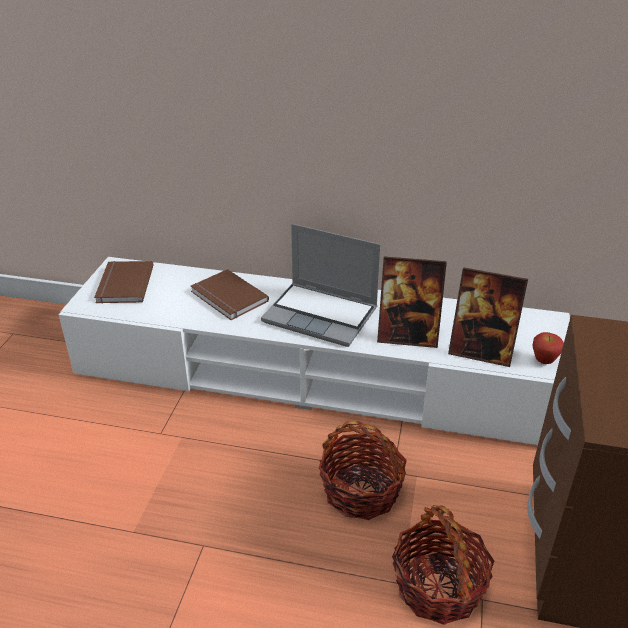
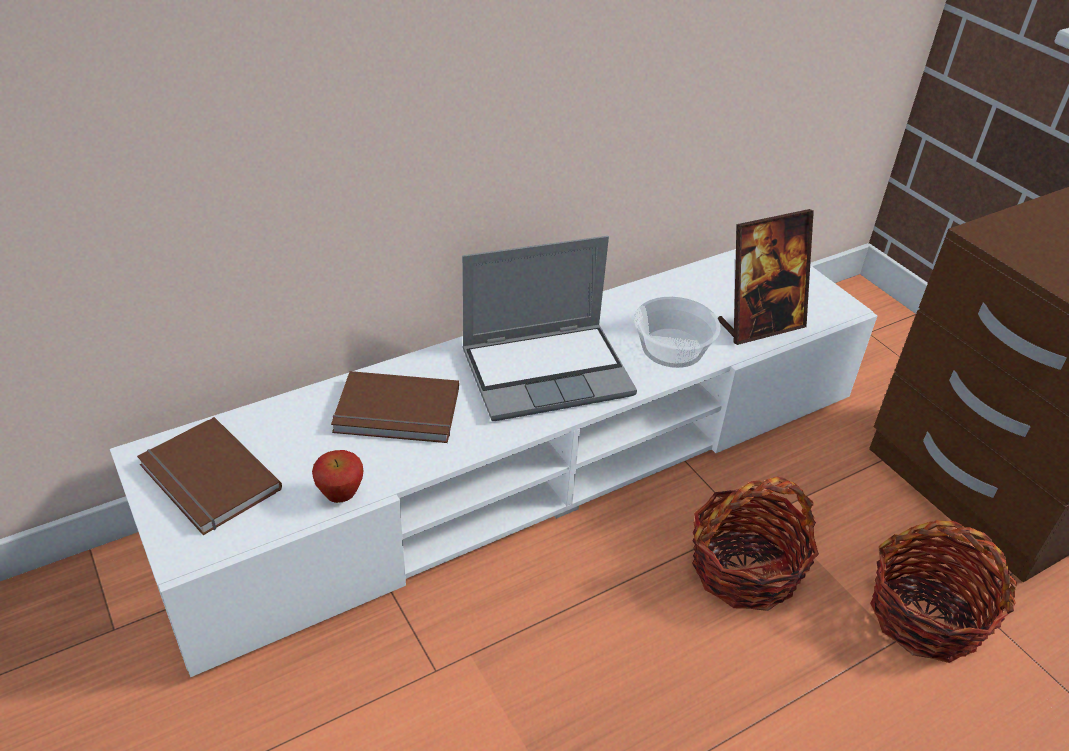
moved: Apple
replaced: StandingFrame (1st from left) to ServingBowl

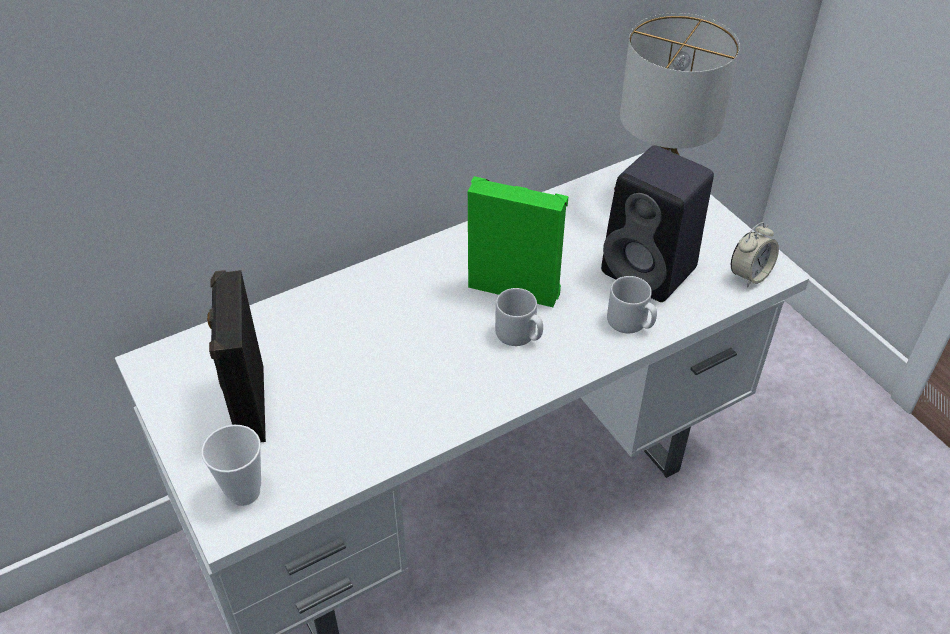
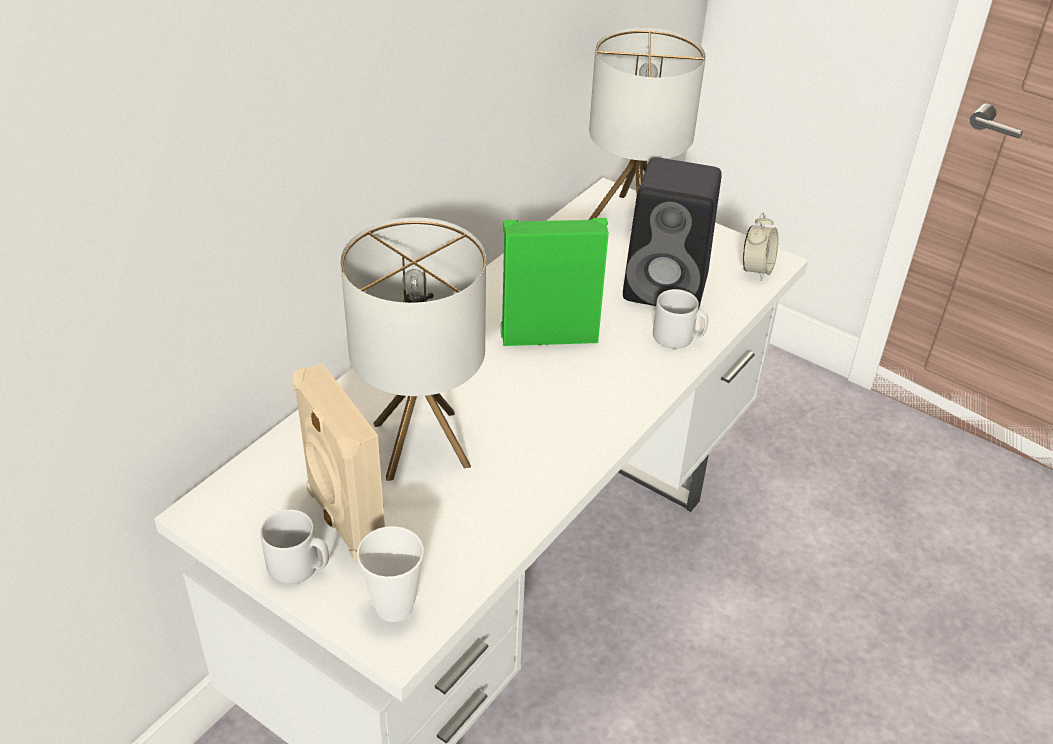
added: TabletopLamp (1st from left)
moved: GreyishCoffeeMug (1st from left)
recoloured: BlackAudioSpeaker (1st from left) to SandColouredAudioSpeaker

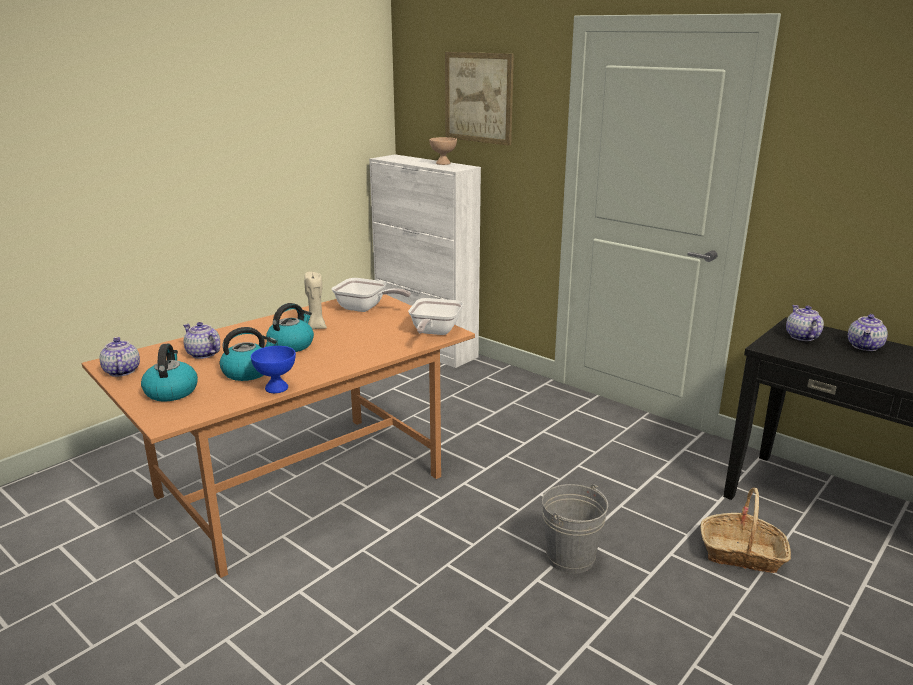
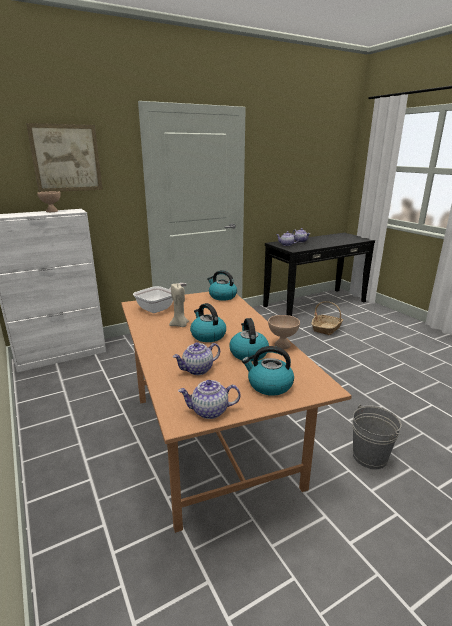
moved: GreyishWaterBucket
replaced: Skillet (2nd from left) to WaterKettle (2nd from left)
recoloured: BlueColouredServingBowl to SandColouredServingBowl (2nd from left)

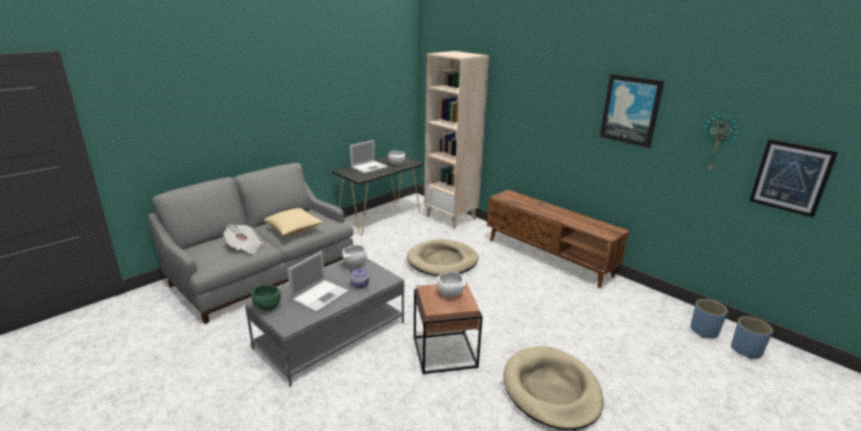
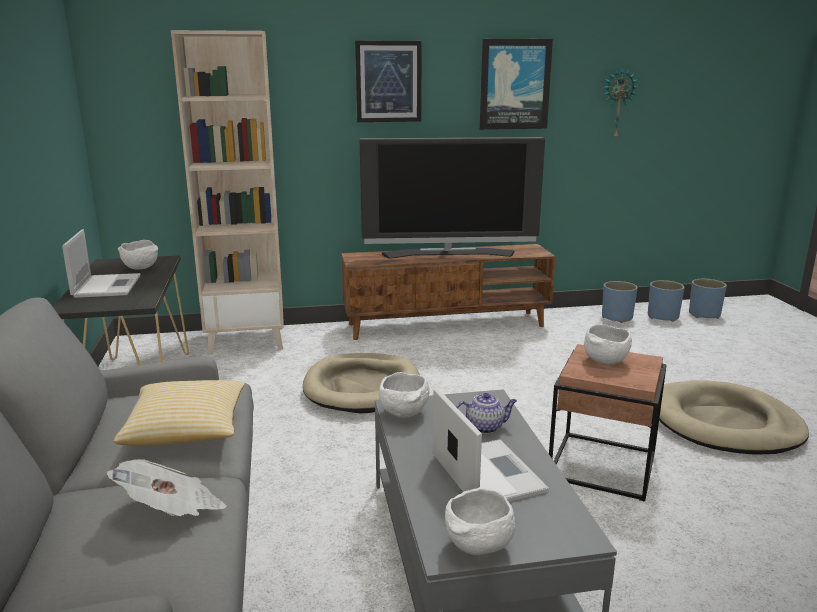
added: TvSet; BlueColouredFlowerPot (1st from left)
moved: WallArt (2nd from left in the first image) to WallArt (1st from left)
recoloured: GreenishServingBowl to WhiteServingBowl (3rd from left)

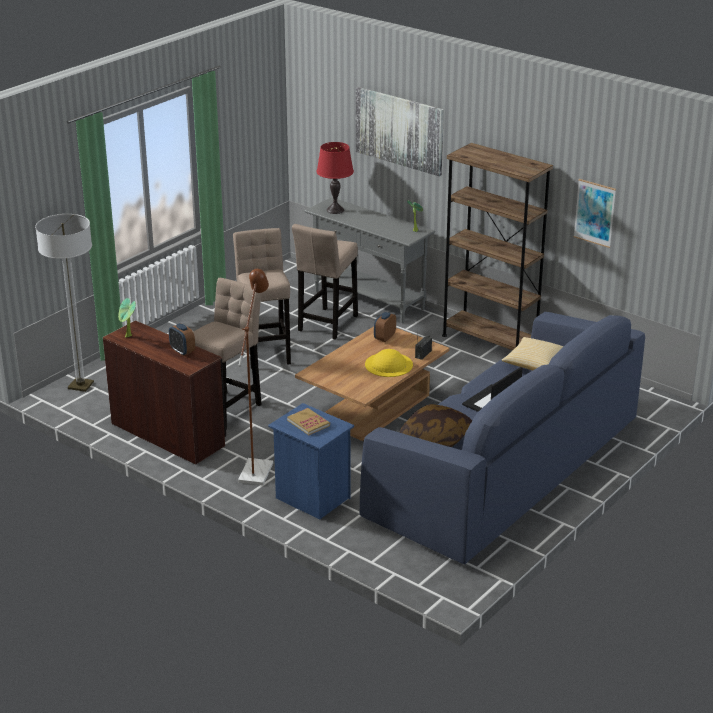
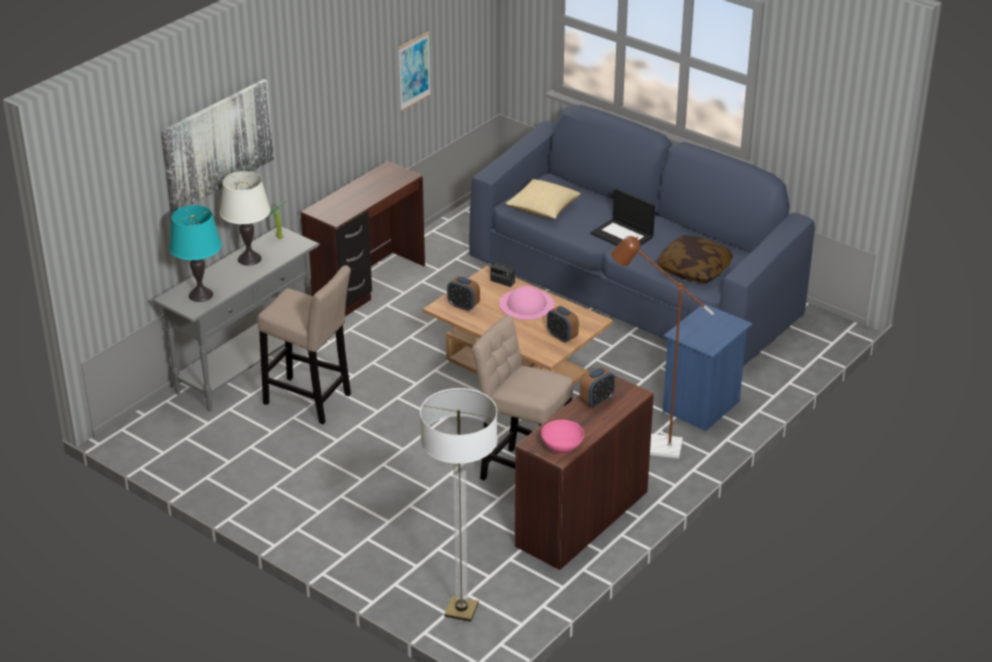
removed: SandColouredStool (2nd from left); BoundBook
added: WhiteTabletopLamp; AlarmClock (2nd from left)
replaced: BrownBookshelf to BrownDeskTable (1st from left); PottedPlant (1st from left) to PinkServingBowl
recoloured: RedTabletopLamp to TurquoiseColouredTabletopLamp; YellowishHat to PinkHat

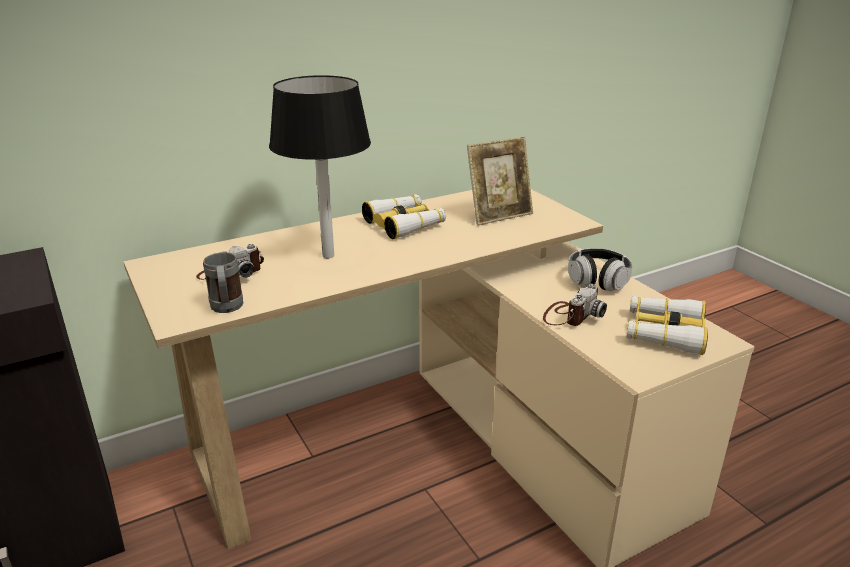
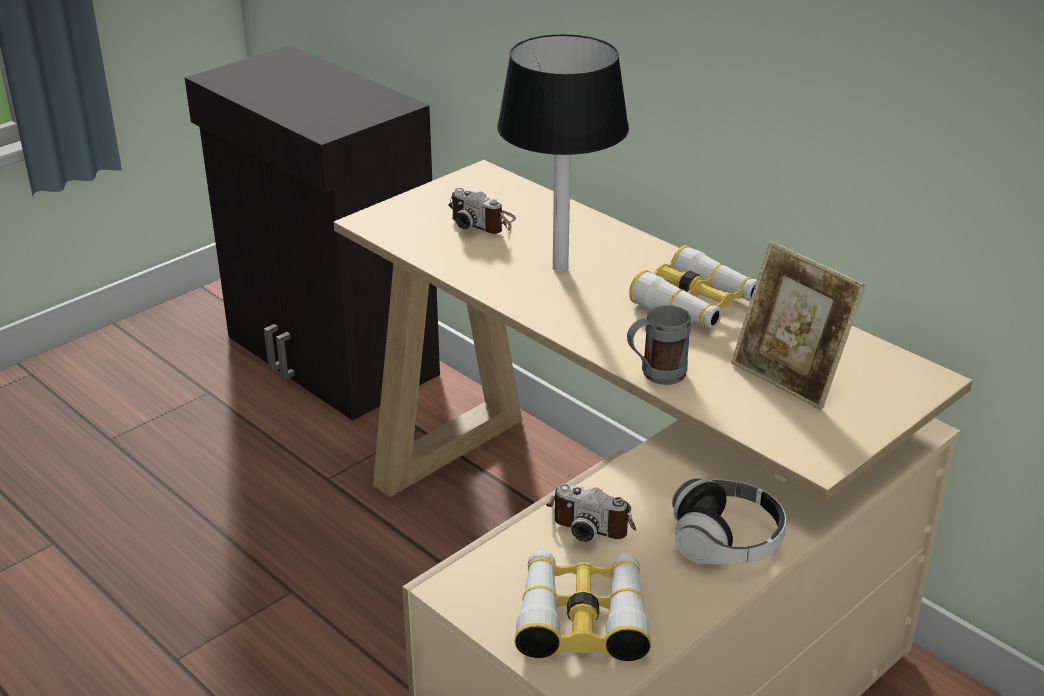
moved: GreyishCoffeeMug

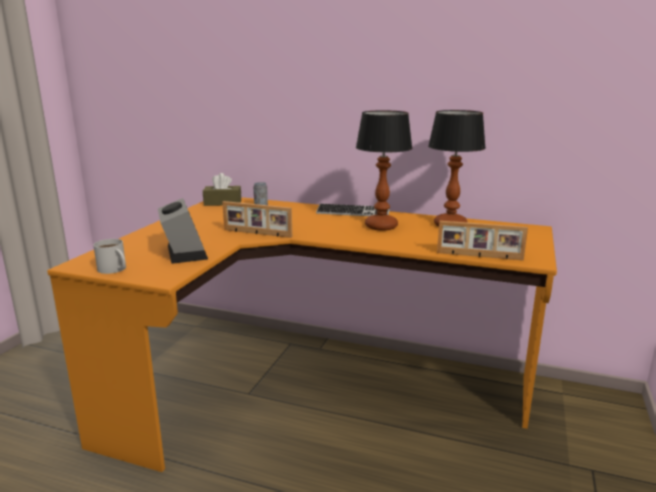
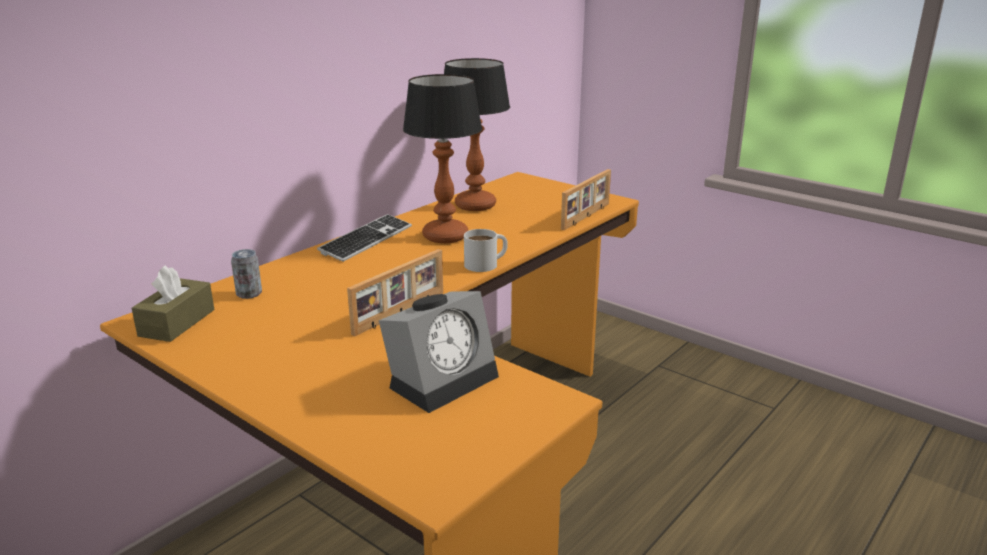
moved: WhiteCoffeeMug
turned: AlarmClock 135 degrees clockwise

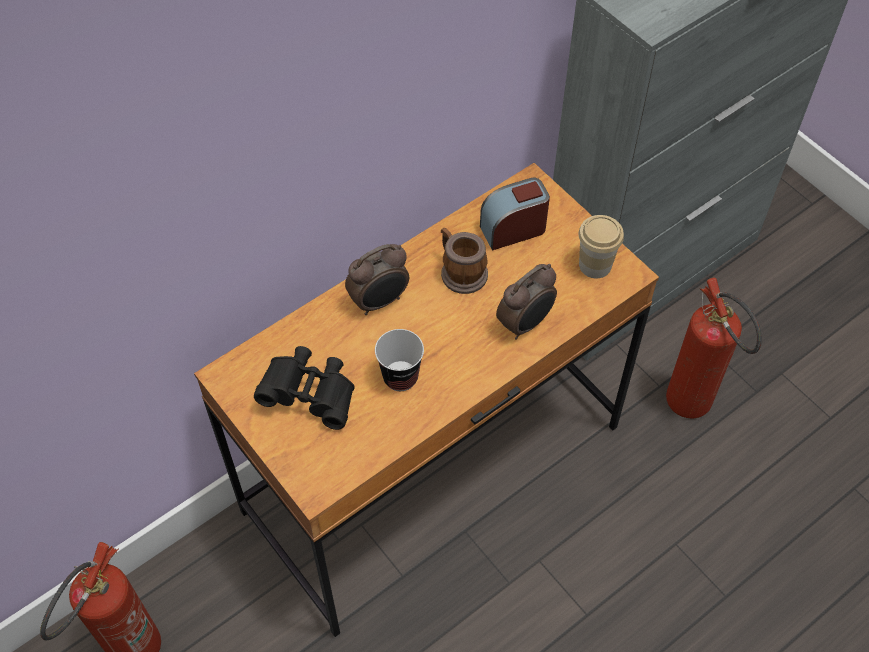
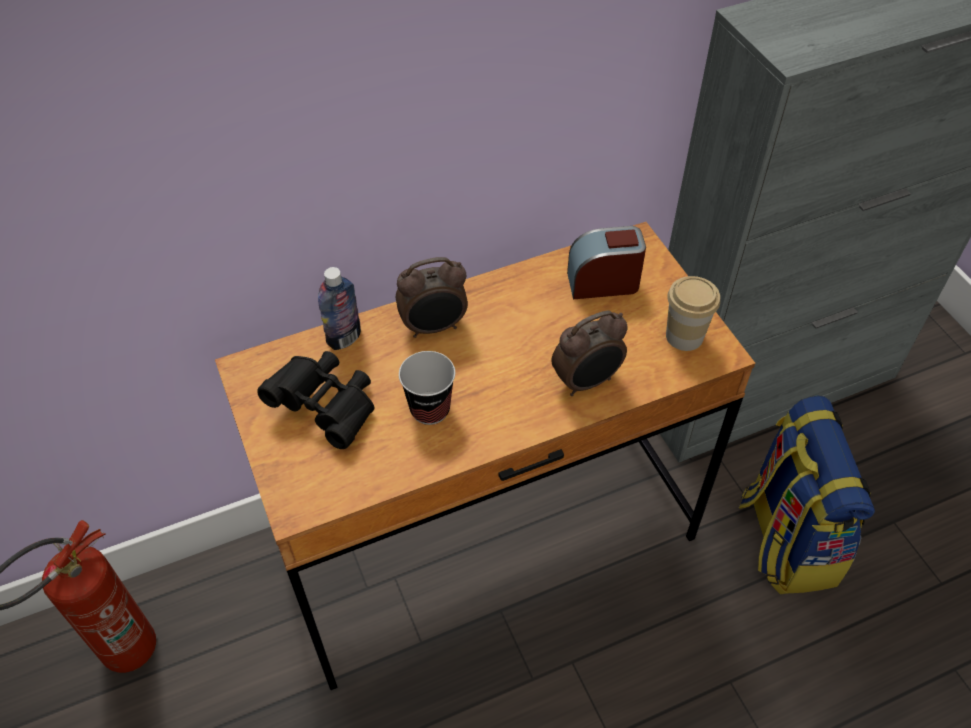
removed: CoffeeMug
added: BeverageBottle
replaced: FireFightingCylinder (2nd from left) to Knapsack

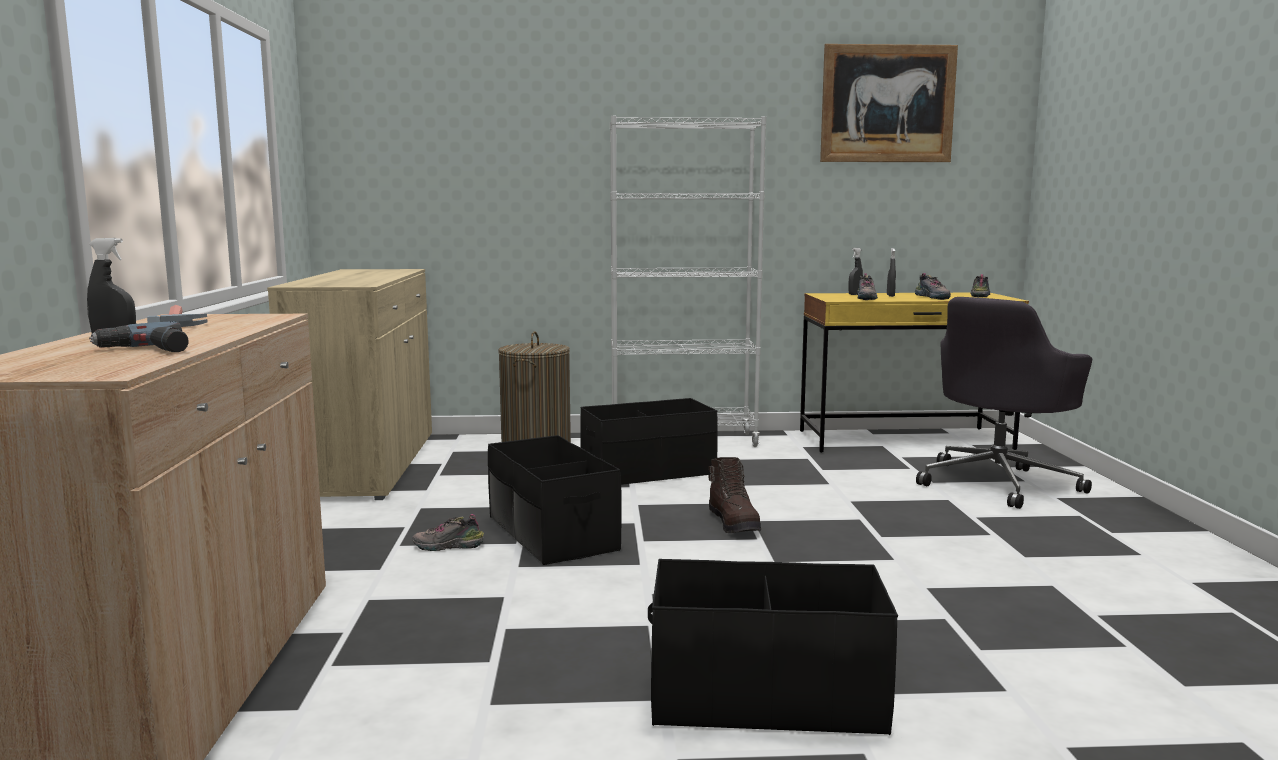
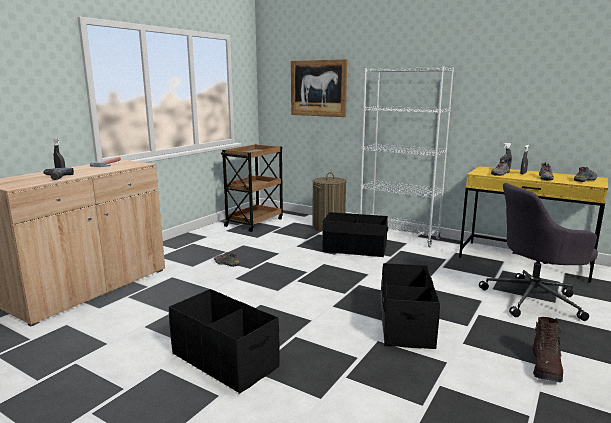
moved: WallArt; BlackStorageContainer (1st from left in the first image) to BlackStorageContainer (3rd from left); BrownTallBoot
replaced: SandColouredCupboard (2nd from left) to BrownTrolley

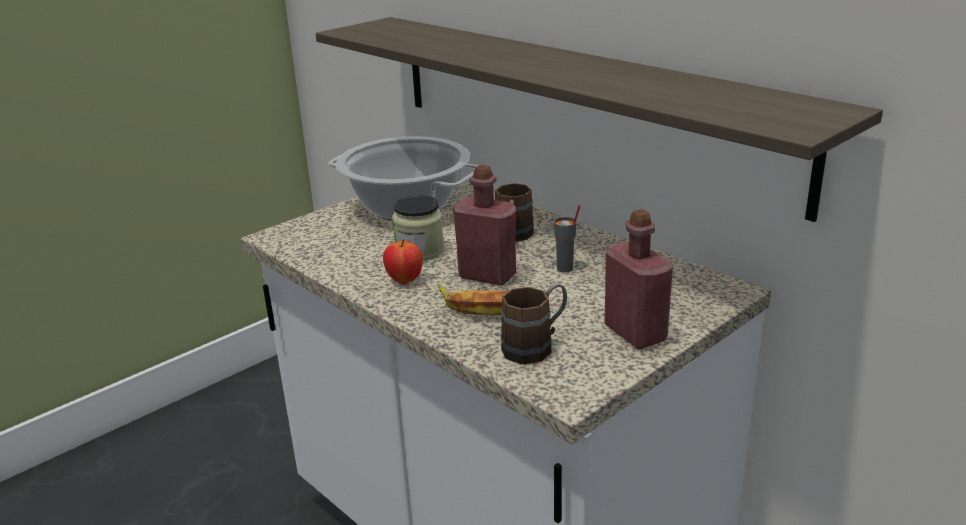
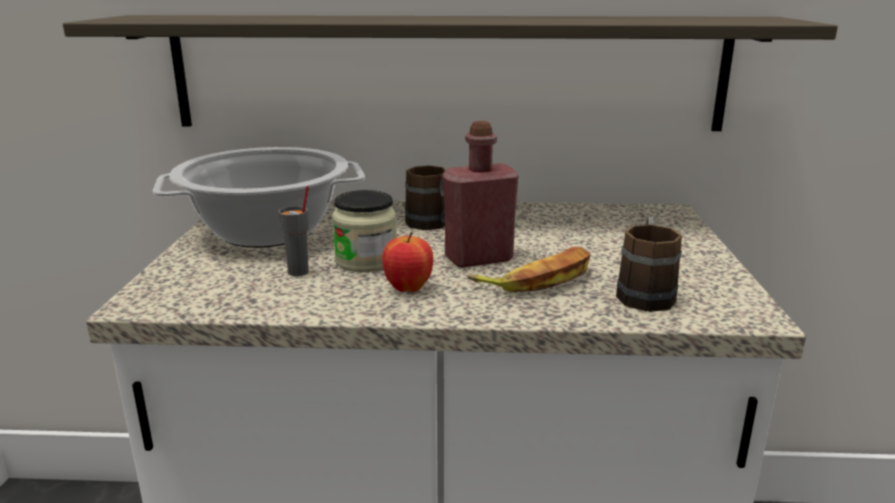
removed: RedBeverageBottle (2nd from left)
moved: GreyishDrinkingCup

